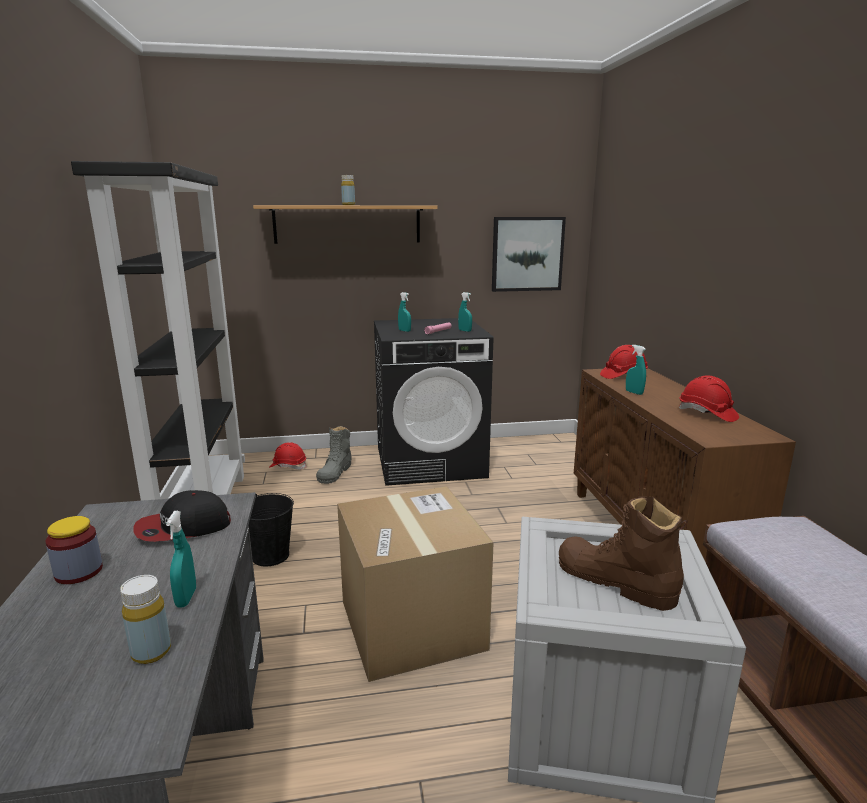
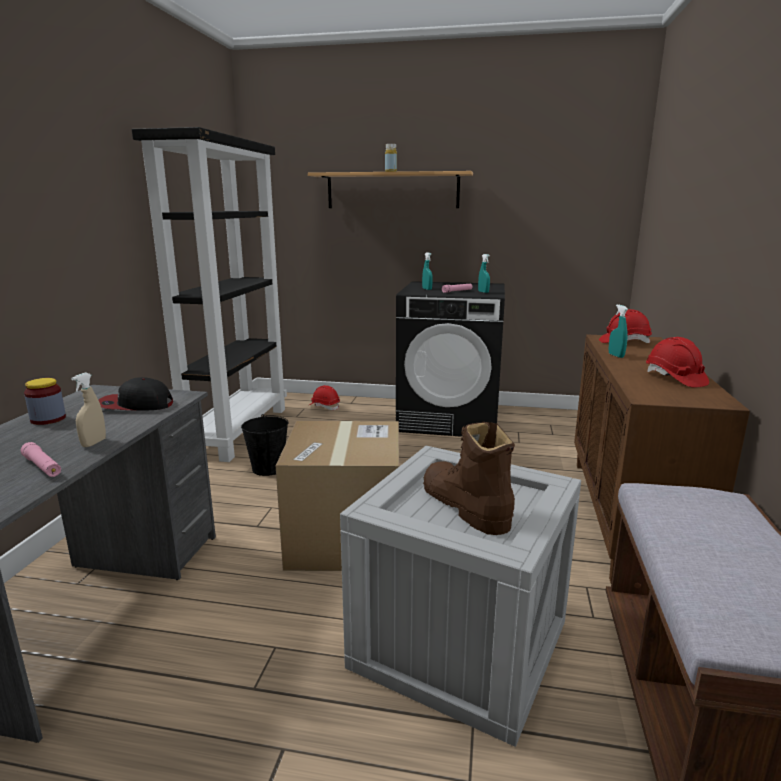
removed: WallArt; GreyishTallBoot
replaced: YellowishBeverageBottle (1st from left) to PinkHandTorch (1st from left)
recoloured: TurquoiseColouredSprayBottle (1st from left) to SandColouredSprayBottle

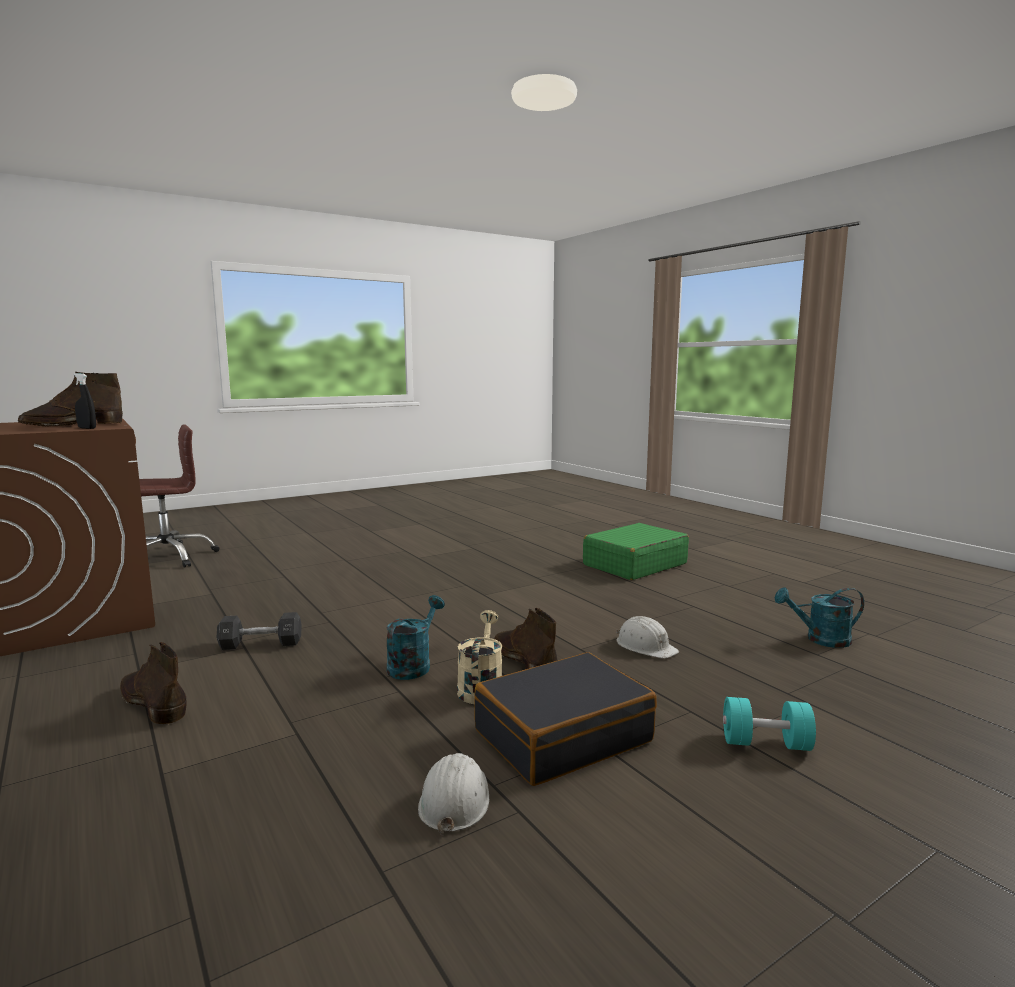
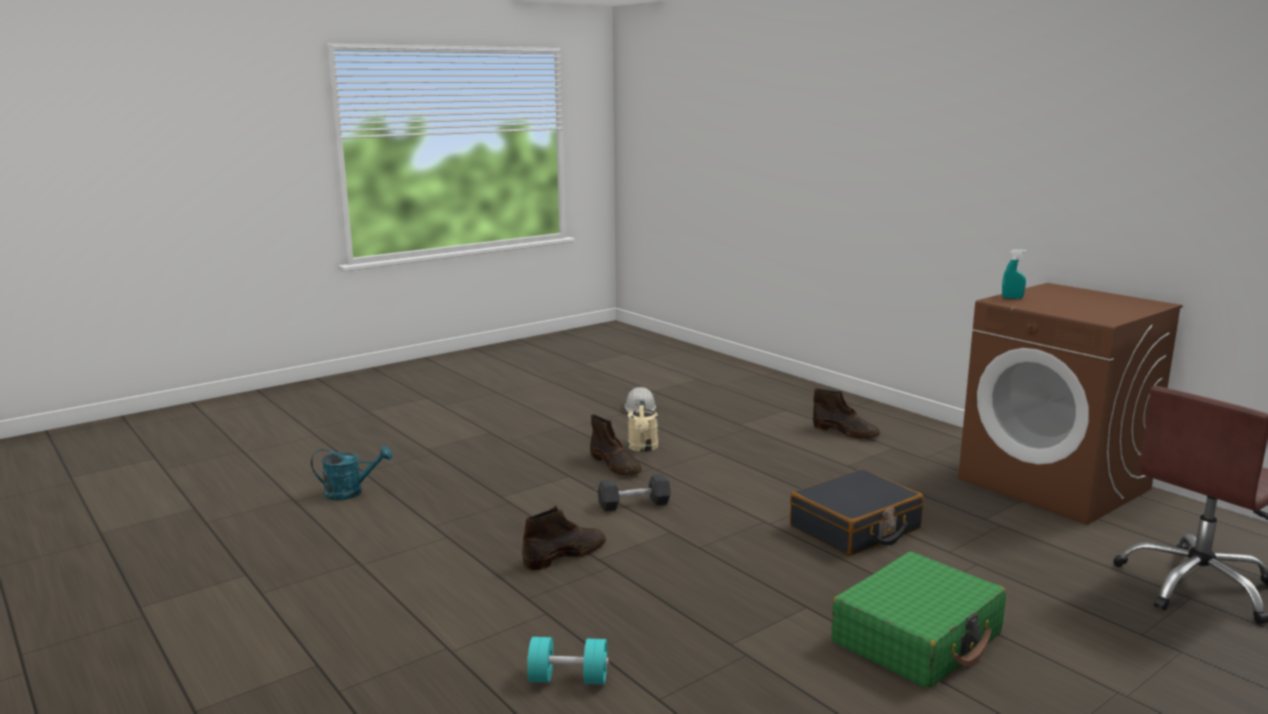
removed: TurquoiseColouredWateringCan (1st from left); WhiteSafetyHelmet (2nd from left)
moved: BrownTallBoot (1st from left); GreenishPieceOfLuggage; BlackFreeWeight; BlackPieceOfLuggage; TurquoiseColouredFreeWeight
recoloured: BlackSprayBottle to TurquoiseColouredSprayBottle

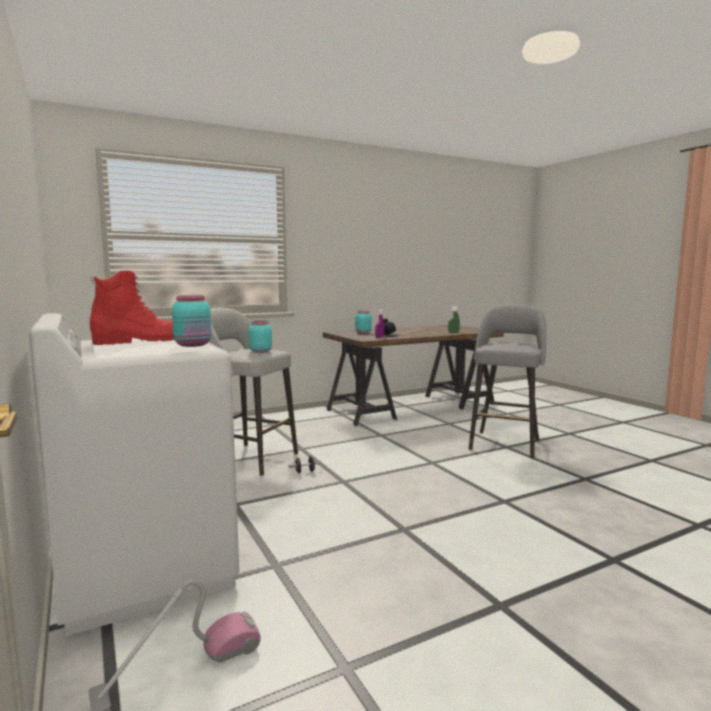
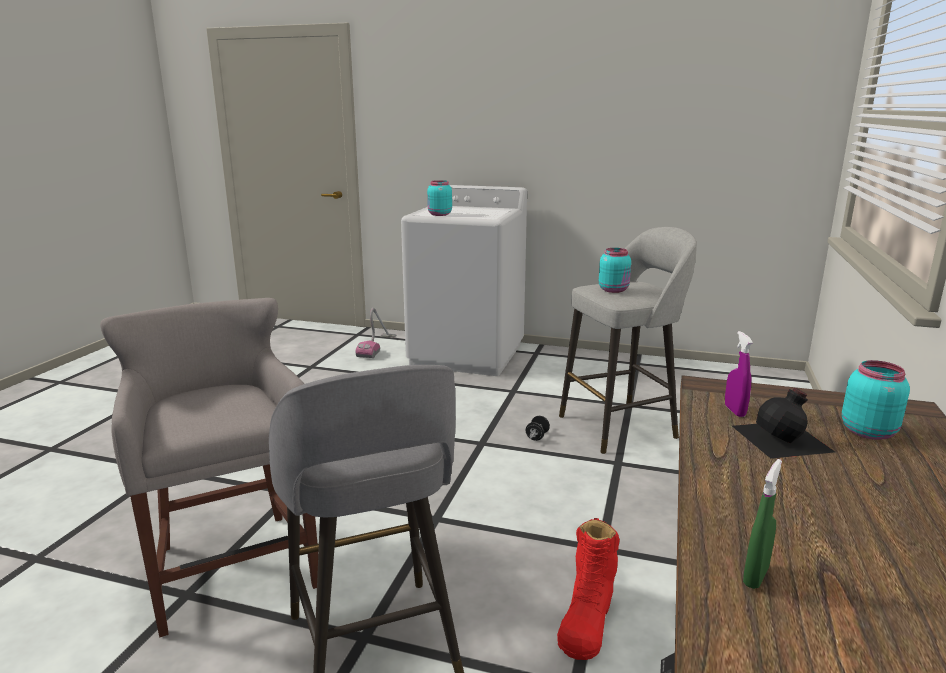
added: GreyishStool (1st from left)
moved: RedTallBoot

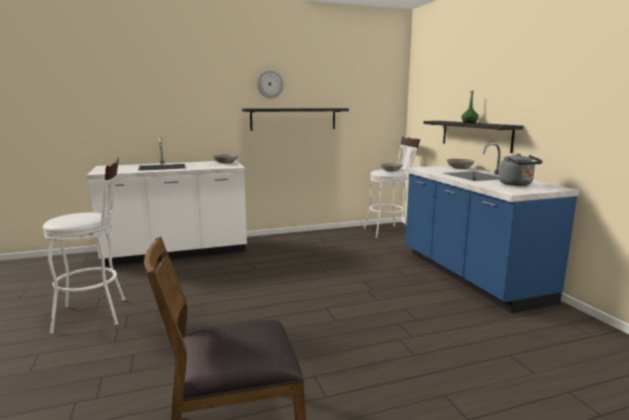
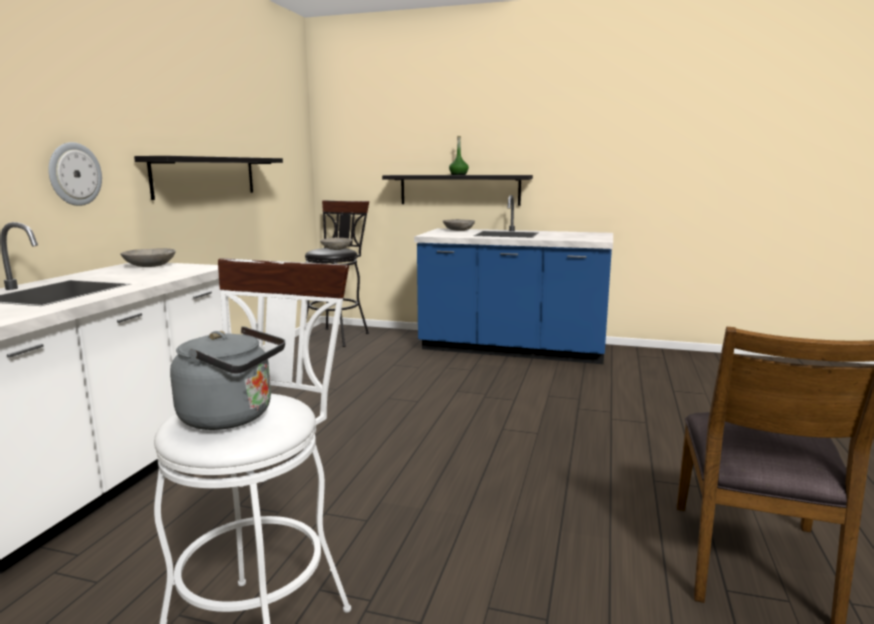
moved: ClockOnTheWall; GreyishWaterKettle
recoloured: WhiteStool (2nd from left) to BlackStool

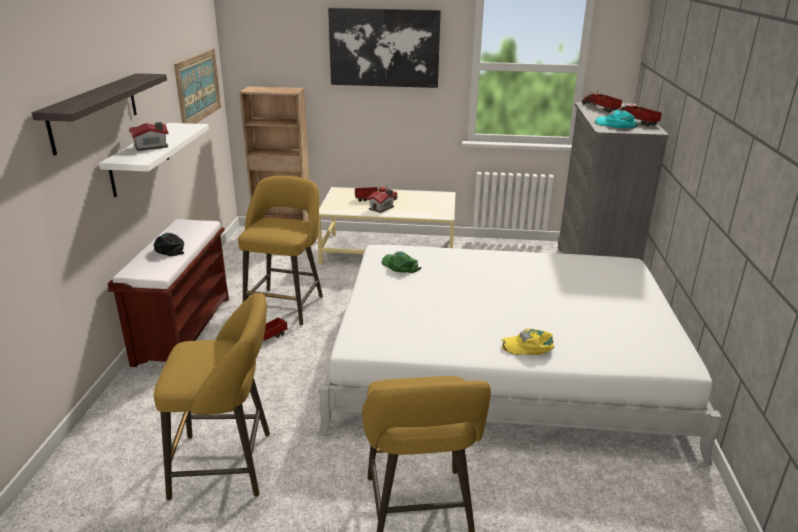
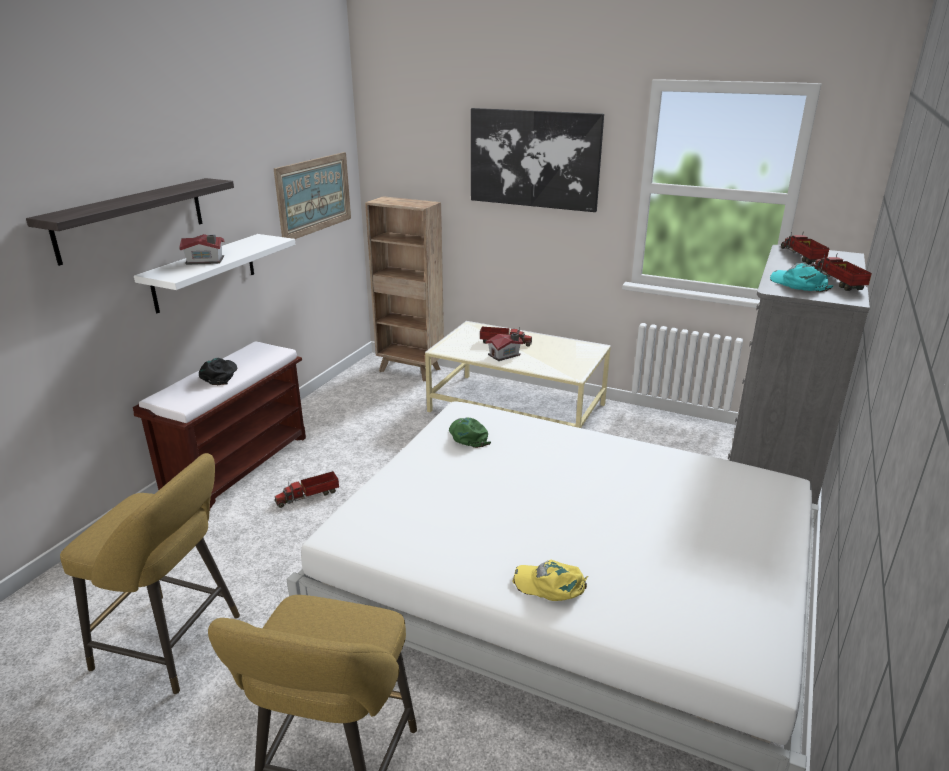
removed: YellowishStool (2nd from left)

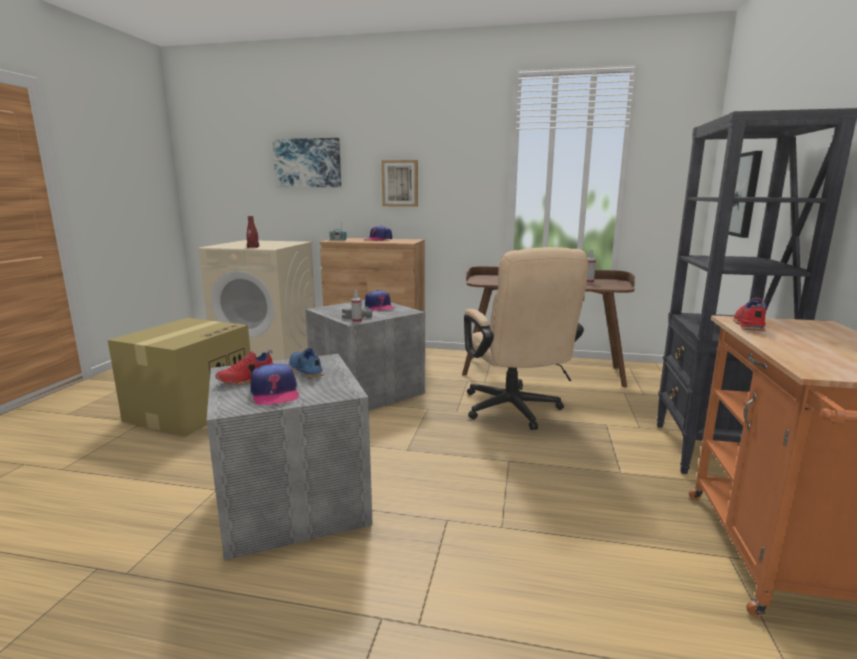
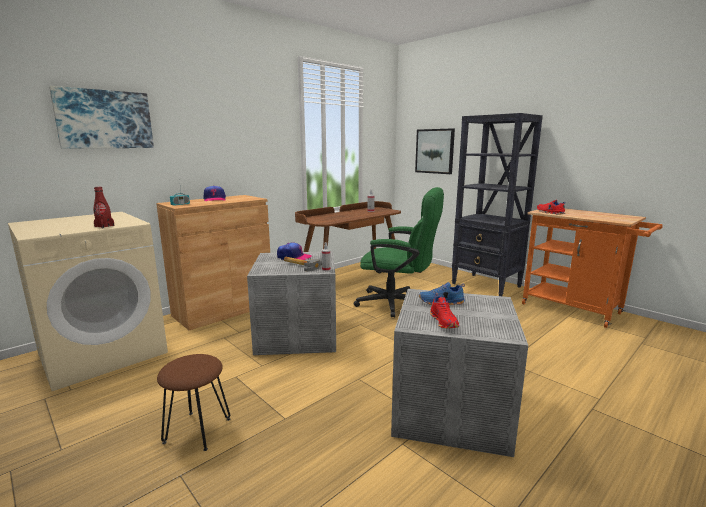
removed: WallArt (2nd from left); BaseballCap (1st from left)
replaced: PackingBox to BrownStool
recoloured: SandColouredOfficeChair to GreenishOfficeChair

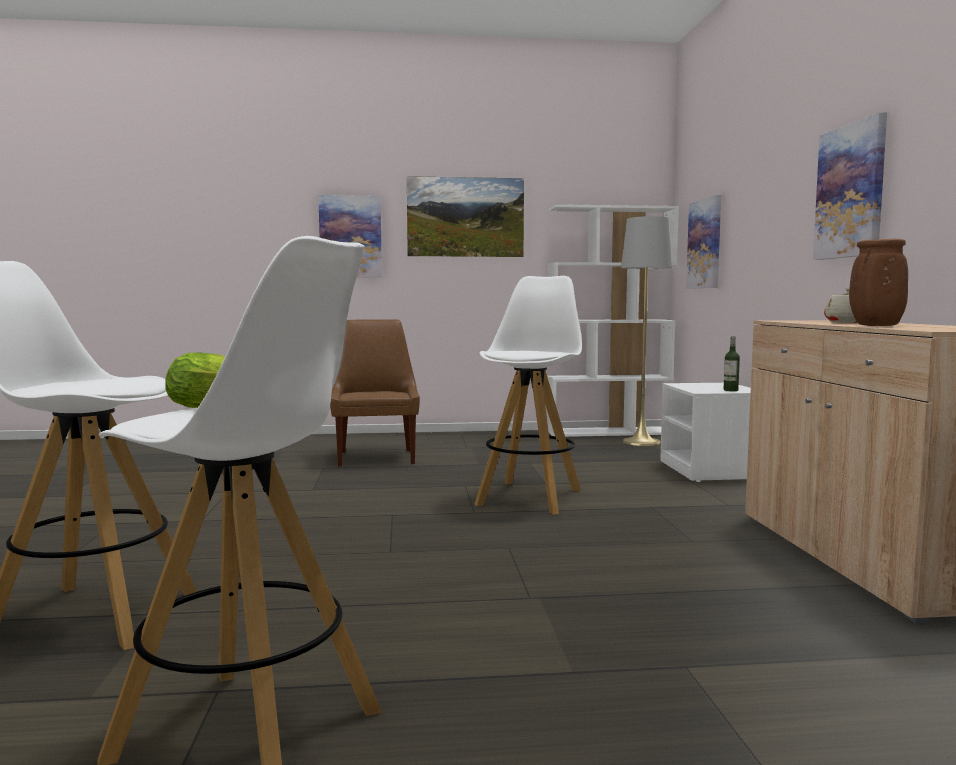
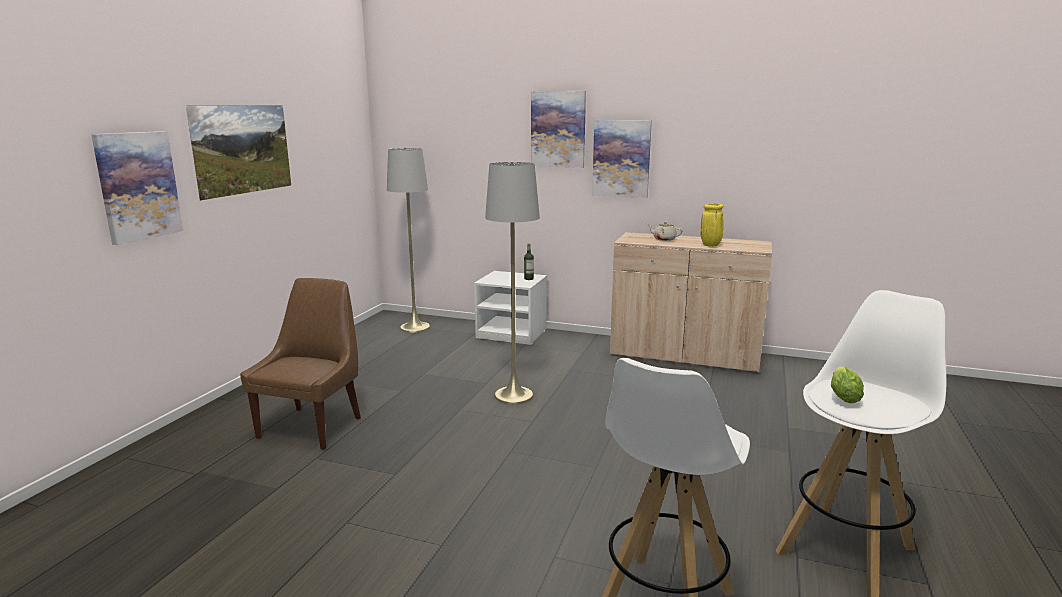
removed: WhiteBookshelf
moved: WallArt (3rd from left)
replaced: WhiteStool (3rd from left) to GreyishFloorLamp (2nd from left)
recoloured: BrownDecorativeVase to YellowishDecorativeVase
turned: BrownPlainChair 90 degrees clockwise

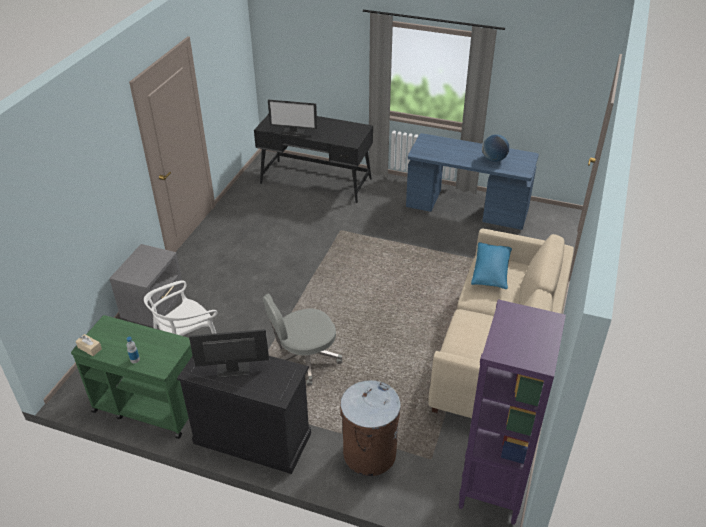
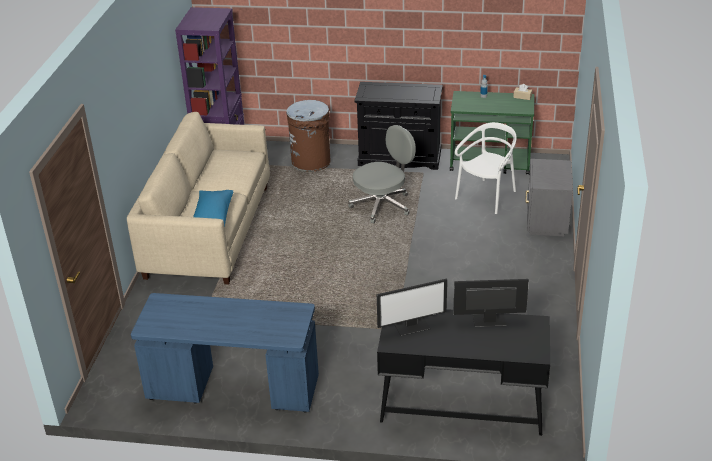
removed: WorldGlobe
moved: ComputerScreen (1st from left)

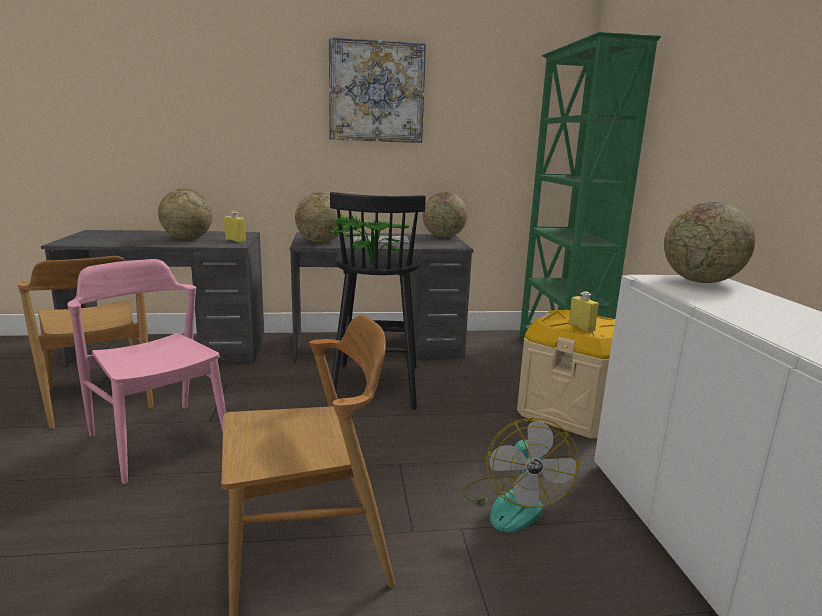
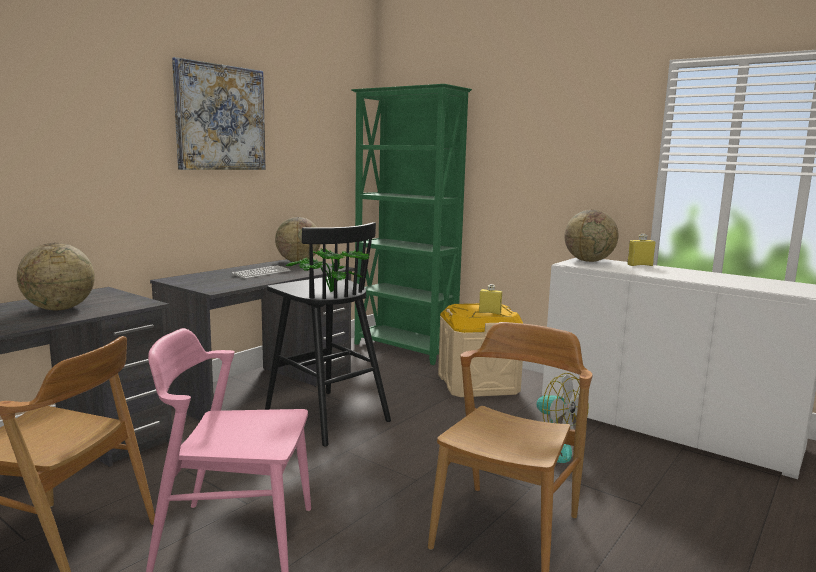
removed: WorldGlobe (2nd from left)
moved: YellowishBeverageBottle (1st from left in the first image) to YellowishBeverageBottle (2nd from left)

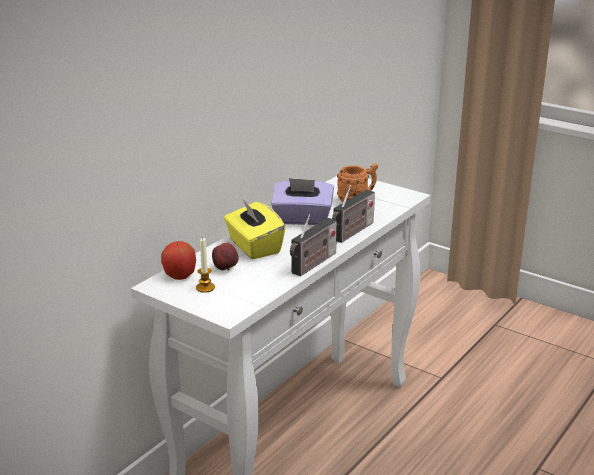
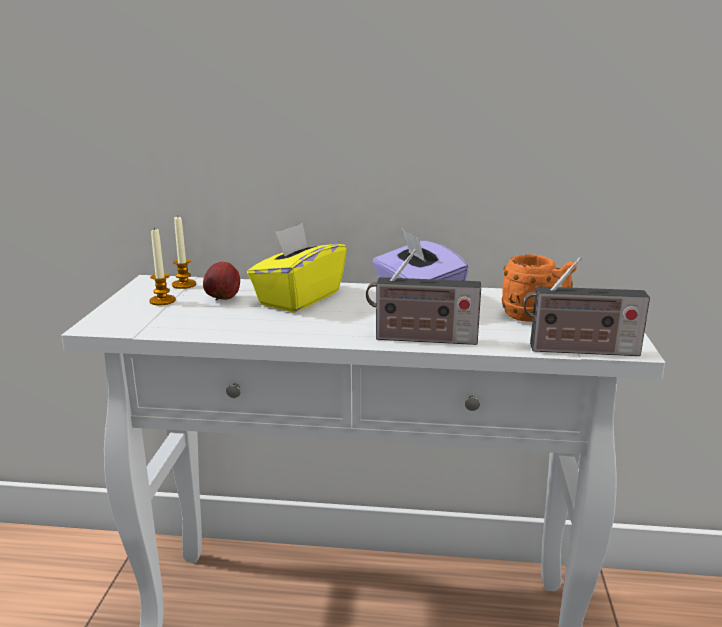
moved: RadioReceiver (1st from left in the first image) to RadioReceiver (2nd from left)
replaced: Apple (1st from left) to WaxLight (2nd from left)

